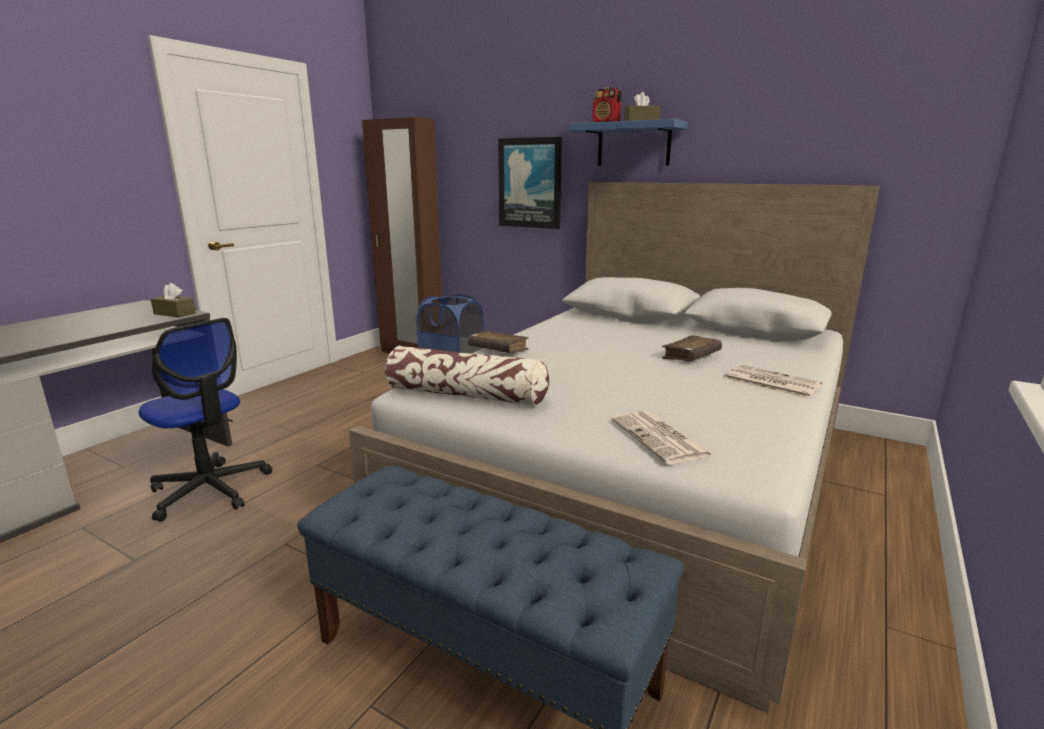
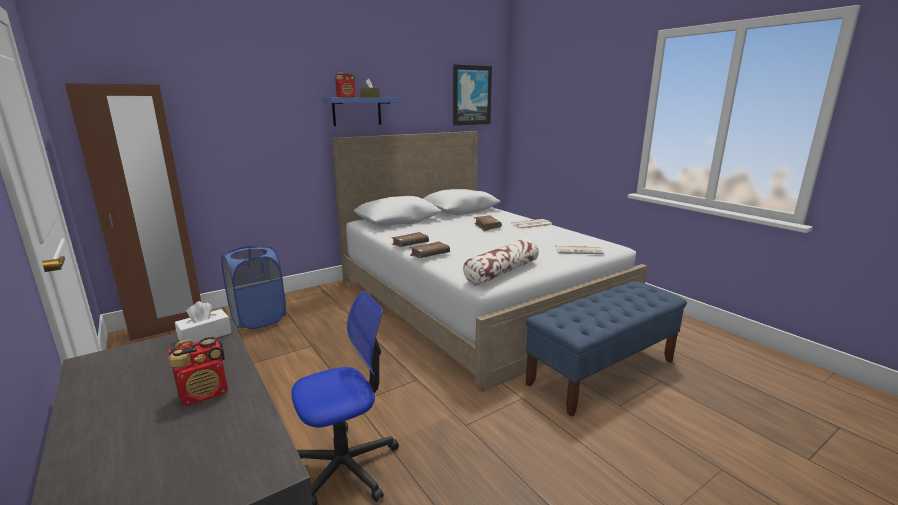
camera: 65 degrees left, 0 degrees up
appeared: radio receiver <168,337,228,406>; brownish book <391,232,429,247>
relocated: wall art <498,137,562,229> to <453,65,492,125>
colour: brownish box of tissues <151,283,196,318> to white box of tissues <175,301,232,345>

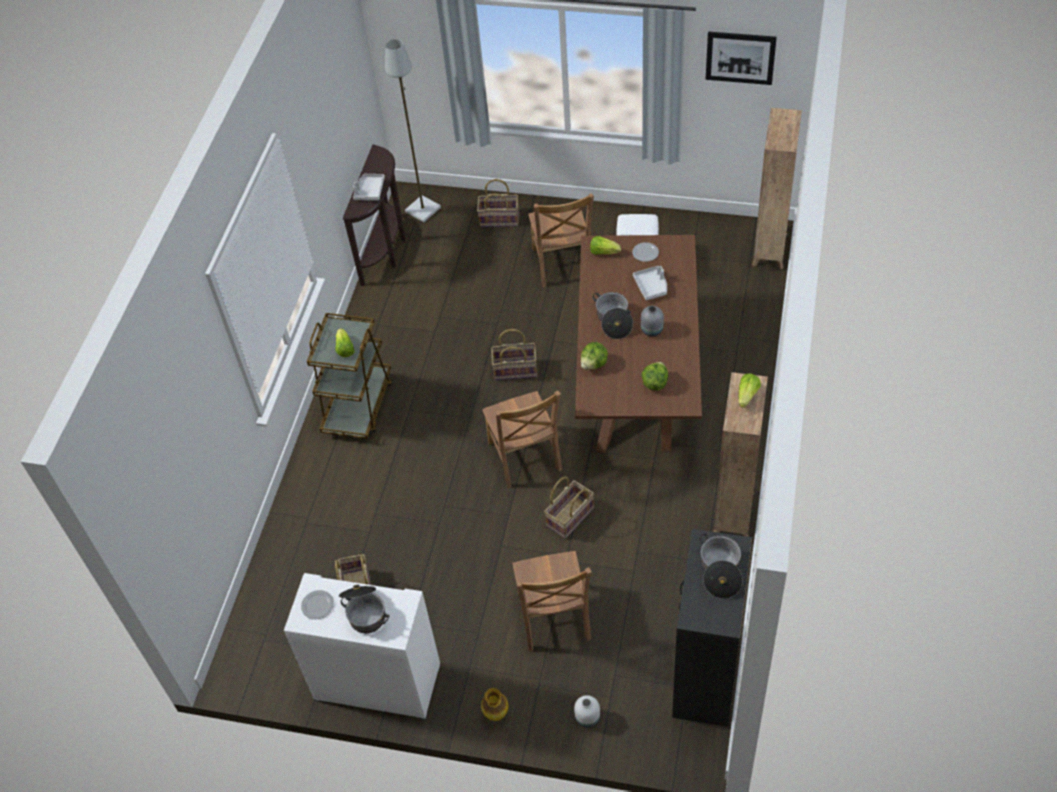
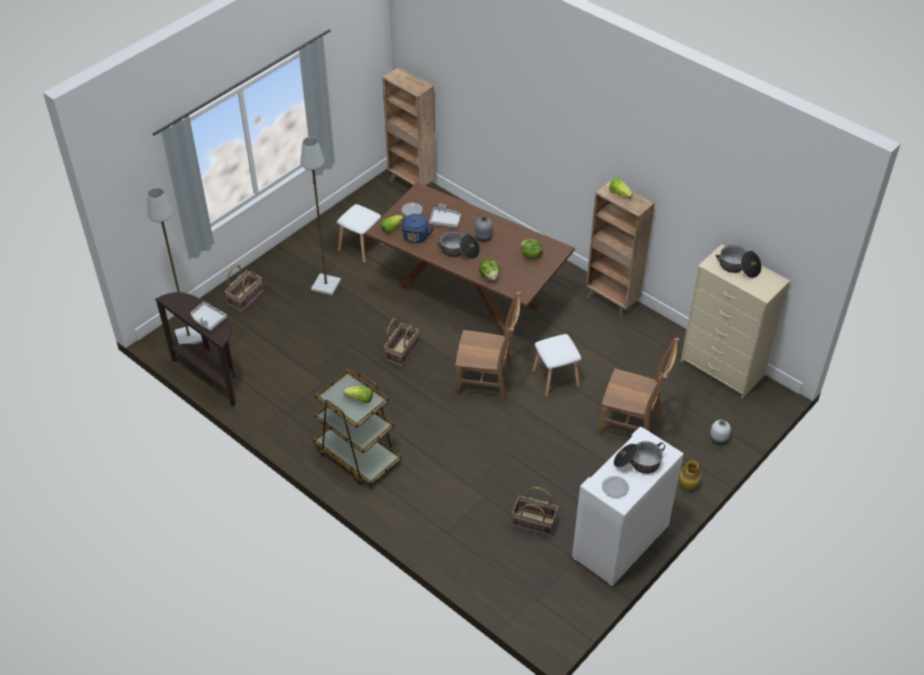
camera: 65 degrees left, 5 degrees down
missing: wall art <706,32,777,85>
appeared: blue-coloured water kettle <400,214,434,243>
exchanged: brownish plain chair <528,193,594,287> to gray floor lamp <300,137,341,295>; basket <544,477,594,539> to white sitting stool <532,334,581,397>
colour: black-coloured chest of drawers <672,529,752,727> to beige-coloured chest of drawers <681,244,790,399>

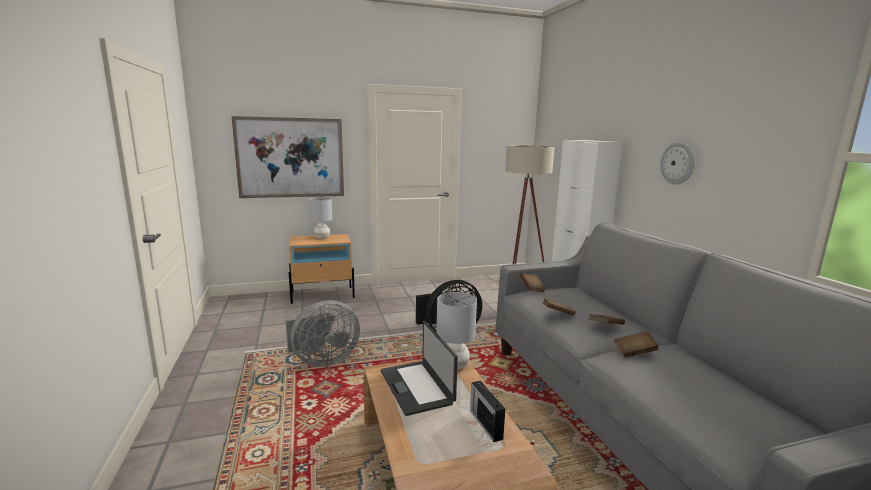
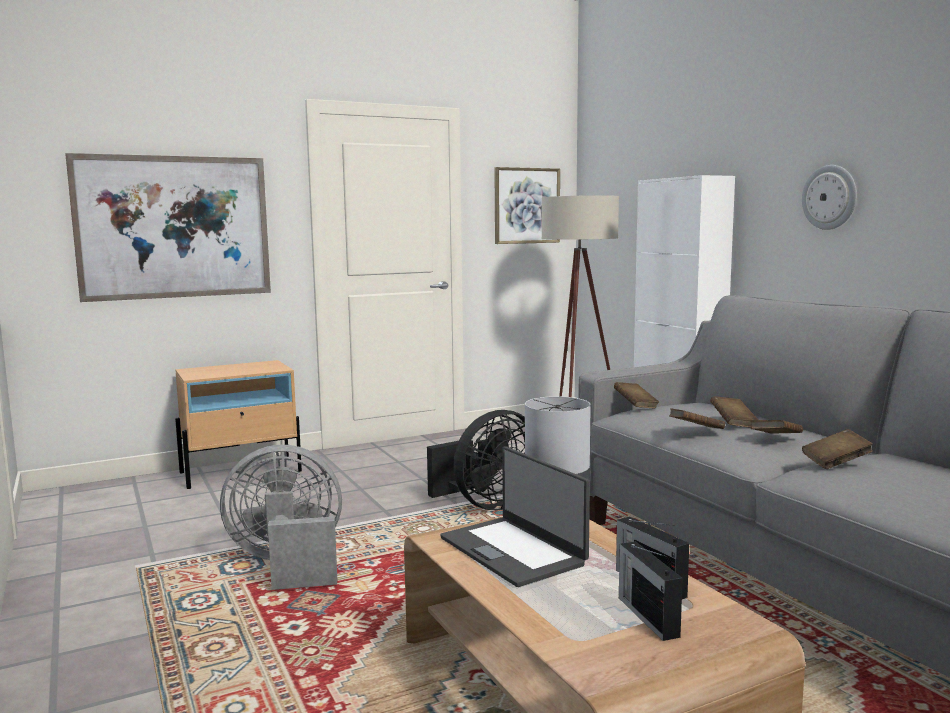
camera: 10 degrees left, 5 degrees down
missing: gray lamp for a table <309,197,332,239>
appeared: wall art <494,167,560,244>; radio receiver <619,541,683,641>; brownish book <710,396,758,428>
spun: gray electric fan <285,300,360,367> = <220,445,342,590> 150 degrees counterclockwise

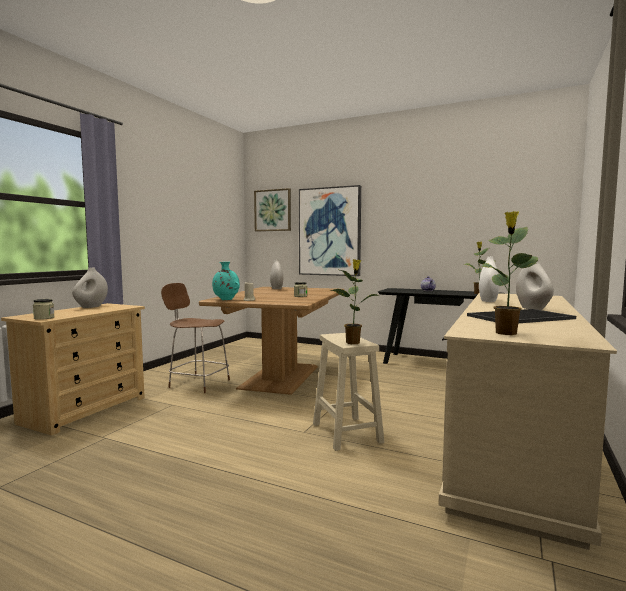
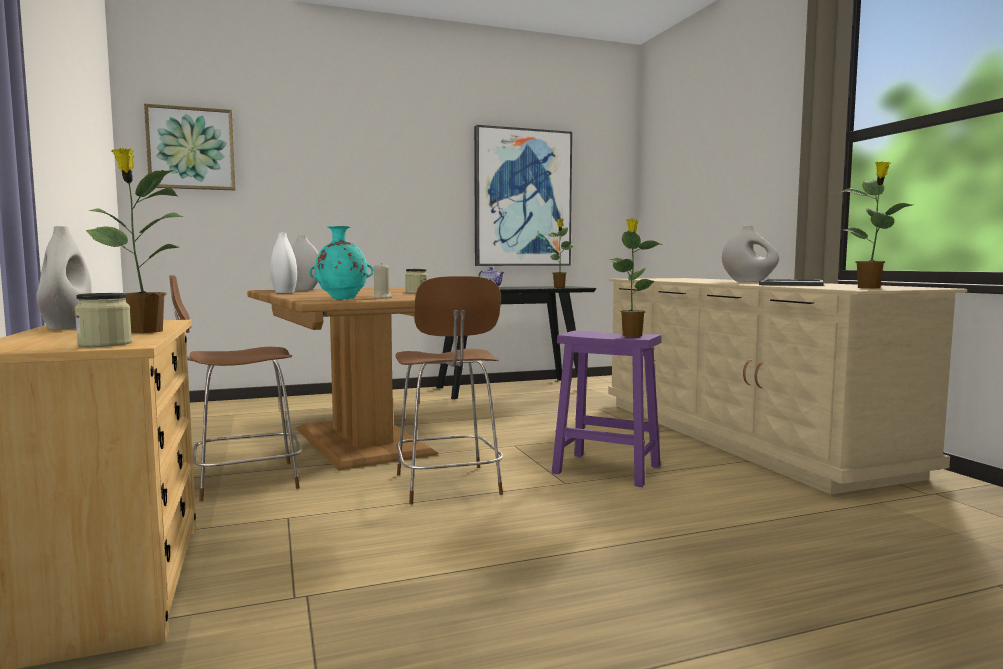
camera: 45 degrees left, 0 degrees up
appeared: potted plant <86,148,183,333>; brownish plain chair <395,276,503,504>
relocated: wall art <299,185,361,276> to <474,125,572,266>; white vase <479,257,499,302> to <270,233,297,293>
colour: beige-coloured sitting stool <313,333,384,451> to purple sitting stool <552,330,662,487>

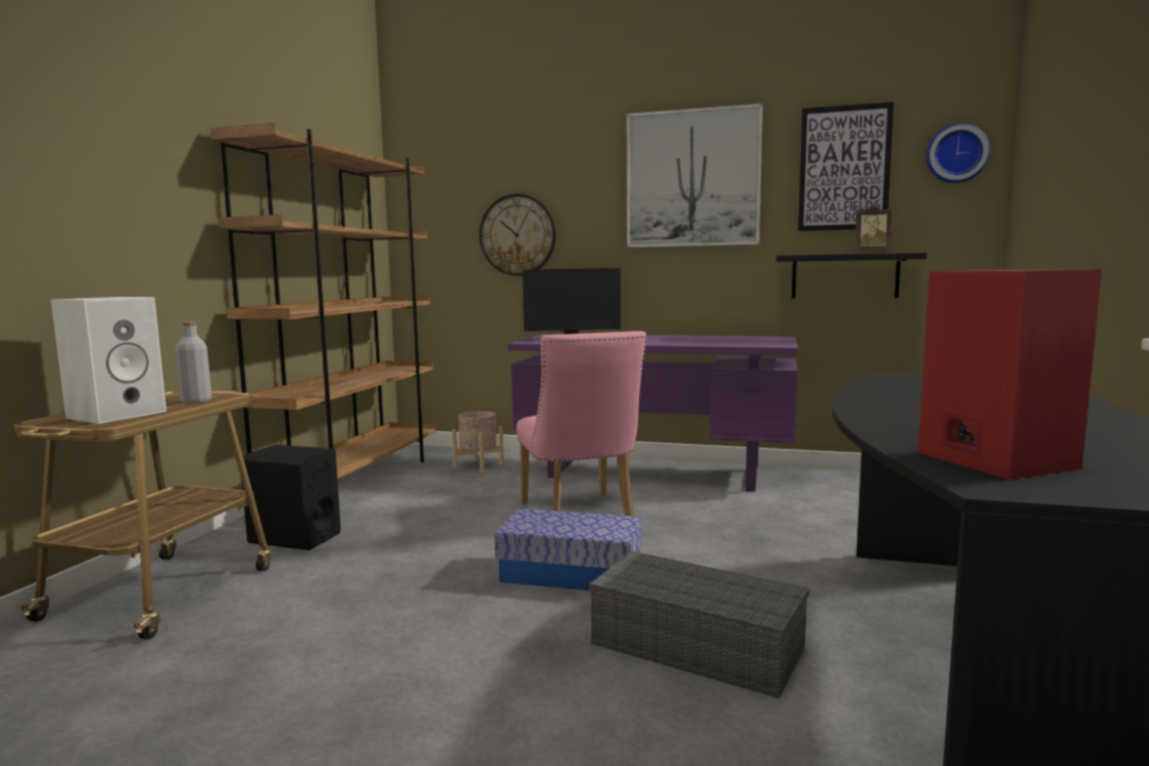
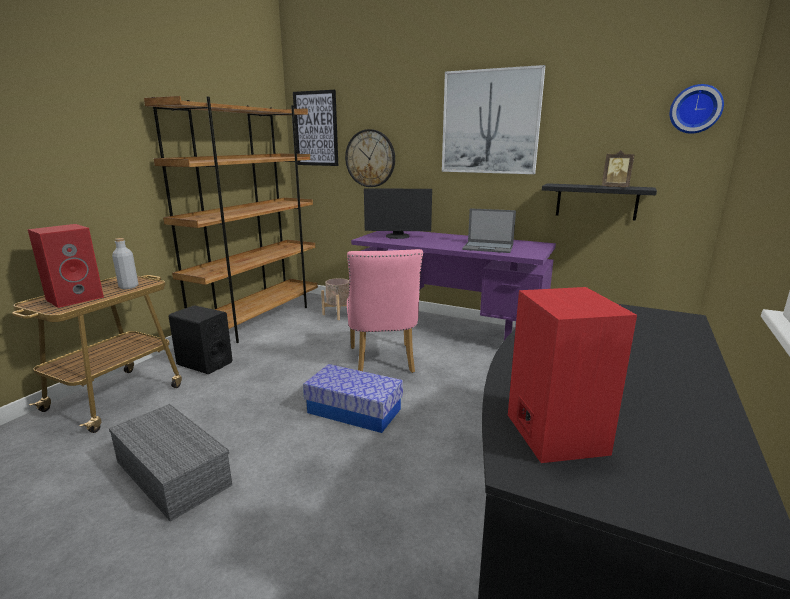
camera: 10 degrees right, 10 degrees up
appeared: notebook computer <462,208,516,253>
relocated: gray storage container <589,551,809,698> to <109,404,232,522>; wall art <798,102,894,231> to <293,90,338,166>
colour: white speaker <51,297,167,424> to reddish speaker <28,224,104,308>

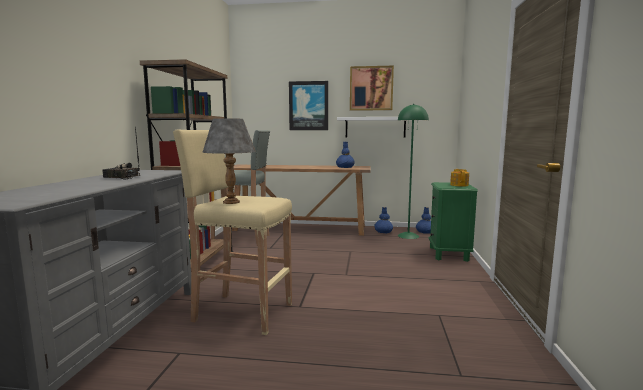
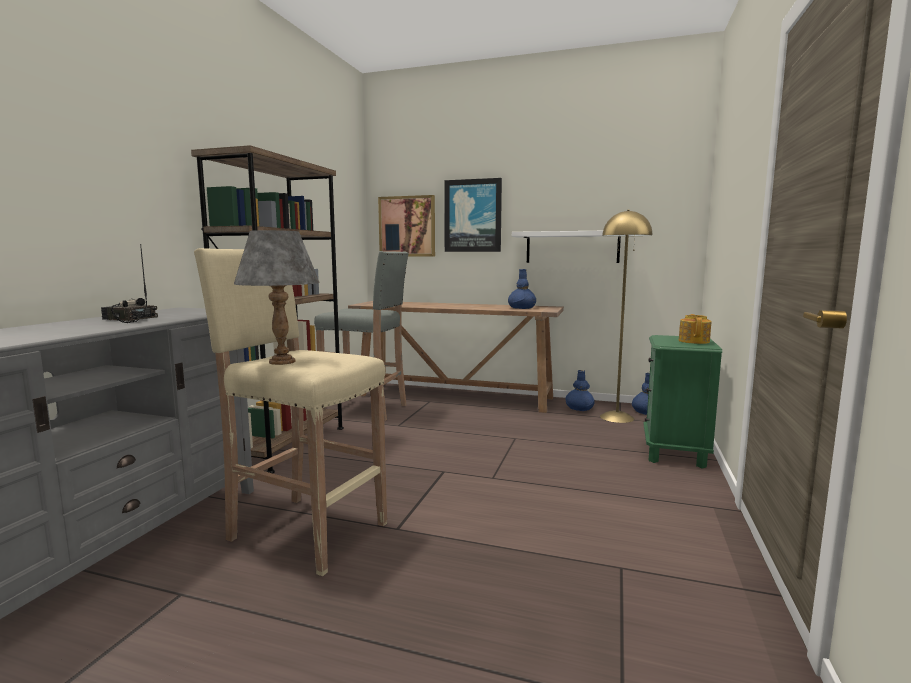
camera: 10 degrees right, 0 degrees up
relocated: wall art <350,66,394,111> to <378,195,435,256>
colour: green floor lamp <398,104,429,239> to yellowish floor lamp <600,210,652,423>

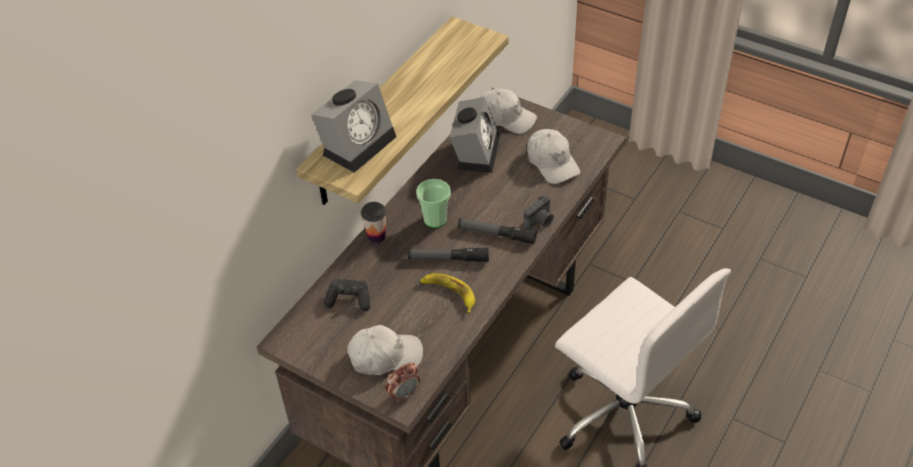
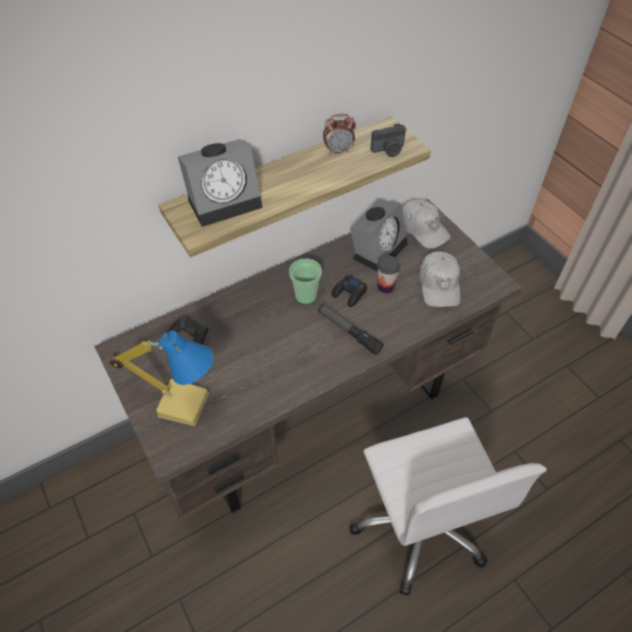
camera: 25 degrees right, 5 degrees up
missing: flashlight <408,248,489,262>; banana fruit <420,273,475,313>
appeared: black-coloured game controller <332,275,367,307>
relocated: drinking cup <361,202,386,243> to <377,256,401,294>; alarm clock <385,362,420,403> to <323,114,356,155>; still camera <524,195,554,229> to <370,124,406,157>
exchanged: white peaked cap <347,325,423,375> to lamp for a table <109,331,214,426>

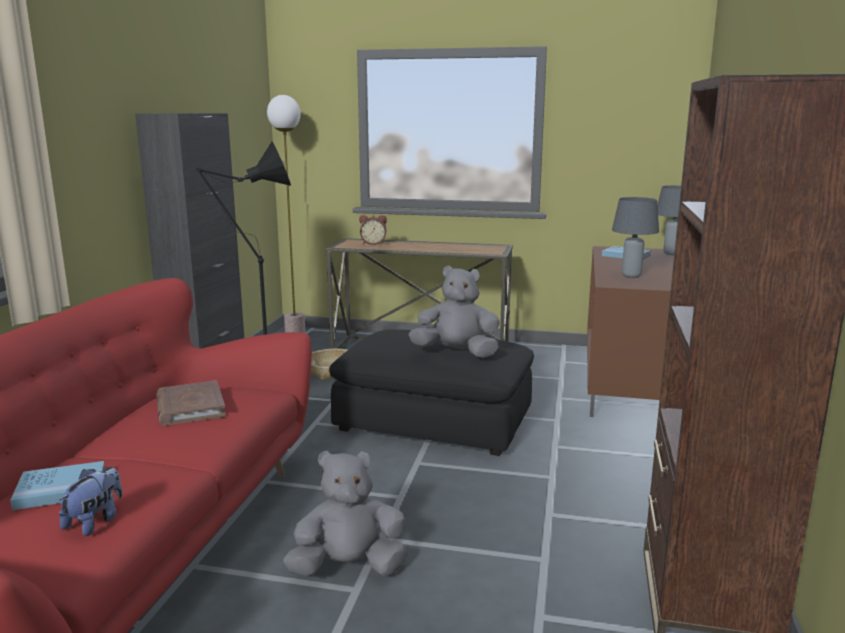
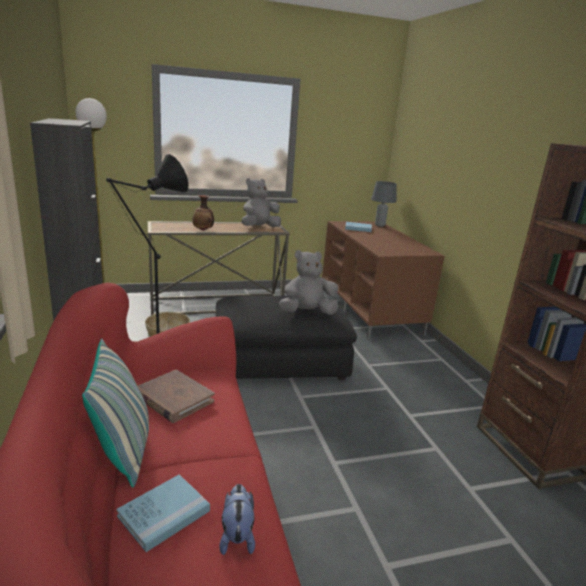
camera: 30 degrees left, 5 degrees up
missing: alarm clock <359,215,387,245>; gray lamp for a table <612,197,659,278>
appeared: throw pillow <82,339,149,488>; vase <193,195,214,231>
relocated: gray cuddly toy <284,451,408,576> to <242,178,281,227>

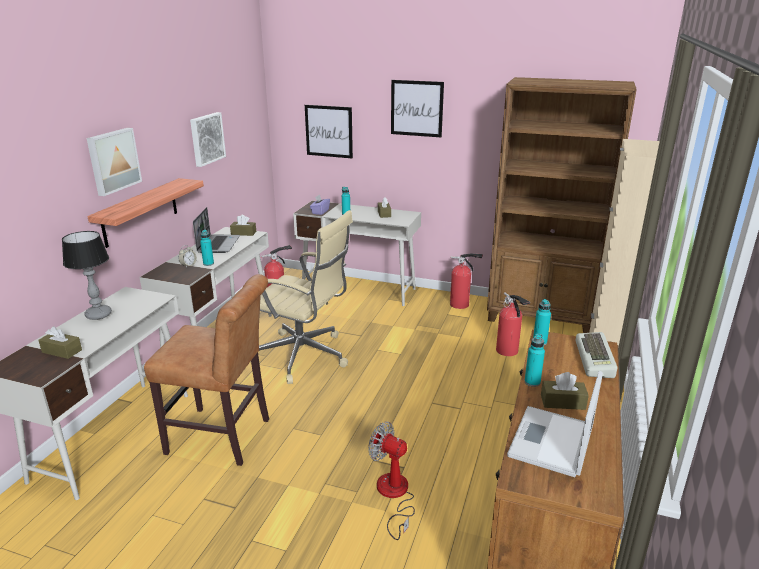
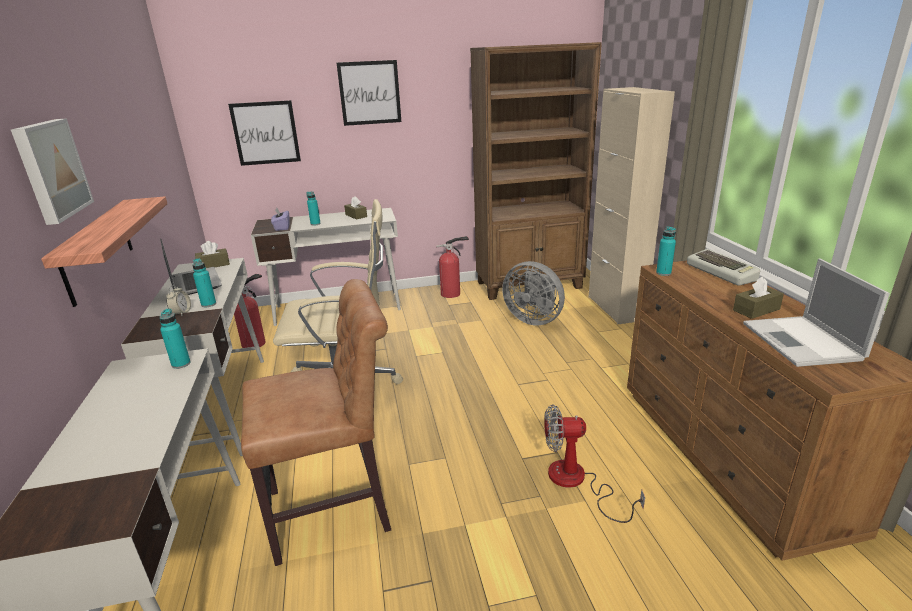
camera: 30 degrees left, 0 degrees up
missing: brownish box of tissues <38,326,82,359>; lamp for a table <62,231,112,320>; wall art <190,112,226,167>
relocated: turquoise-coloured drink bottle <525,334,545,387> to <159,309,191,369>
exchanged: extinguisher <496,292,530,356> to gray electric fan <502,261,565,325>

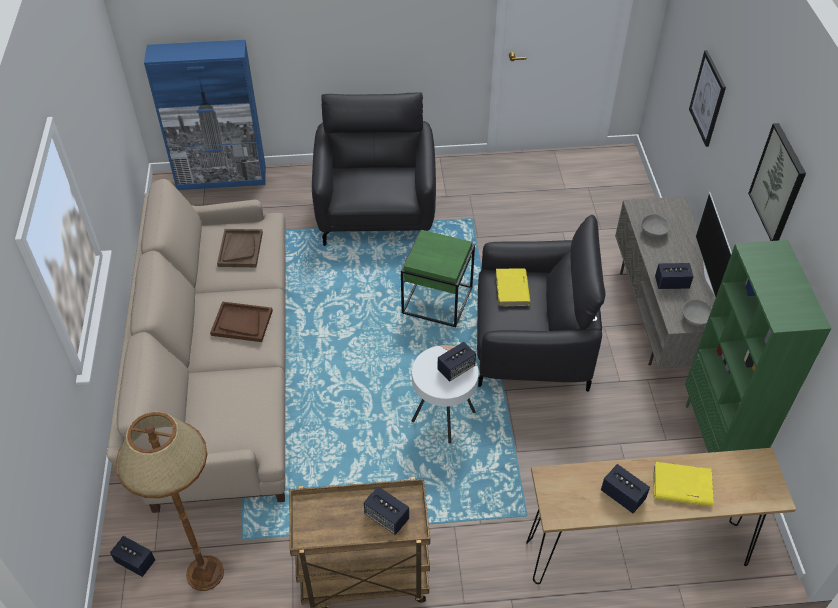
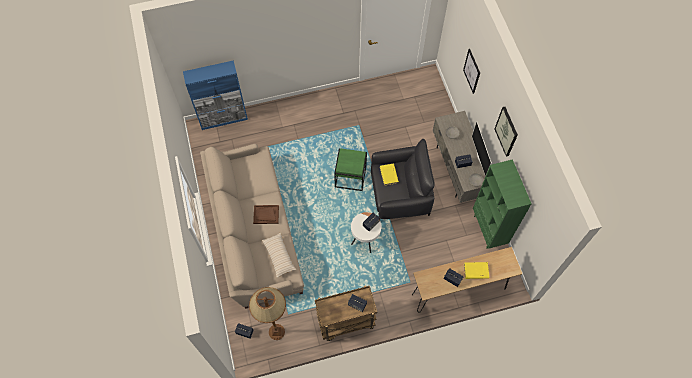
camera: 10 degrees left, 15 degrees up
missing: brownish carrying tray <217,229,263,267>; black-coloured armchair <312,92,436,246>
appeared: beige-coloured throw pillow <262,232,297,278>

